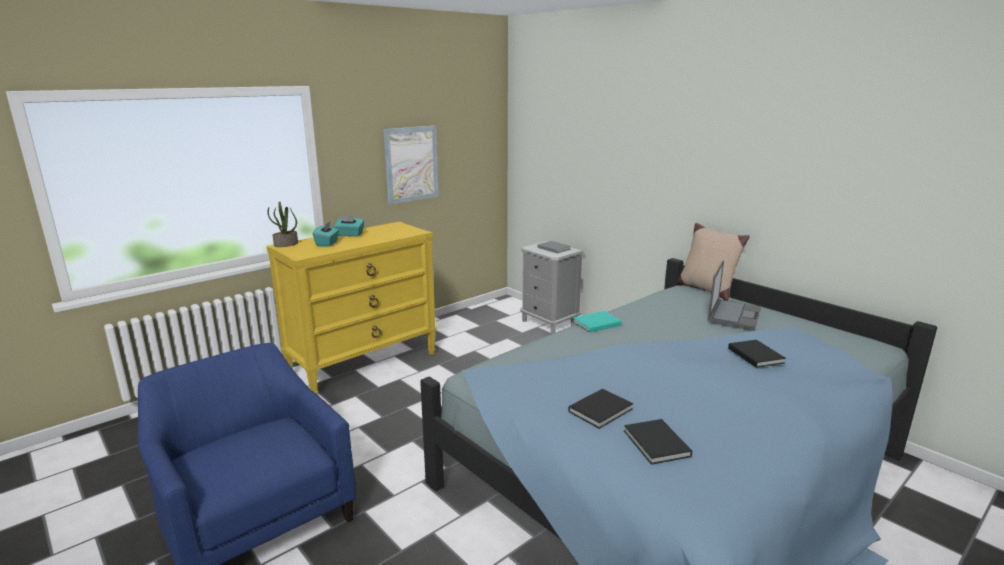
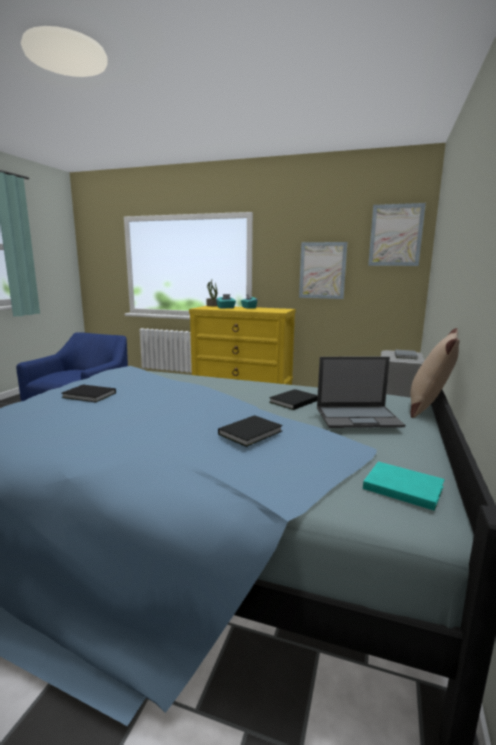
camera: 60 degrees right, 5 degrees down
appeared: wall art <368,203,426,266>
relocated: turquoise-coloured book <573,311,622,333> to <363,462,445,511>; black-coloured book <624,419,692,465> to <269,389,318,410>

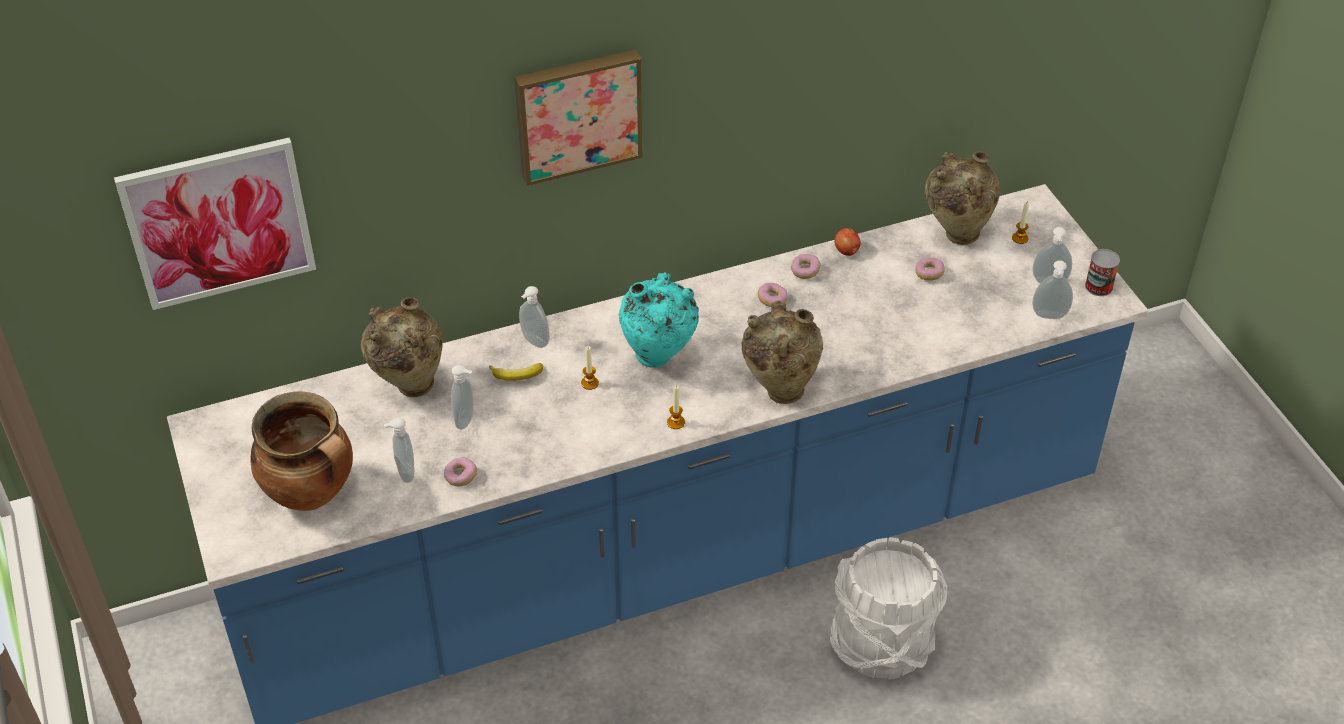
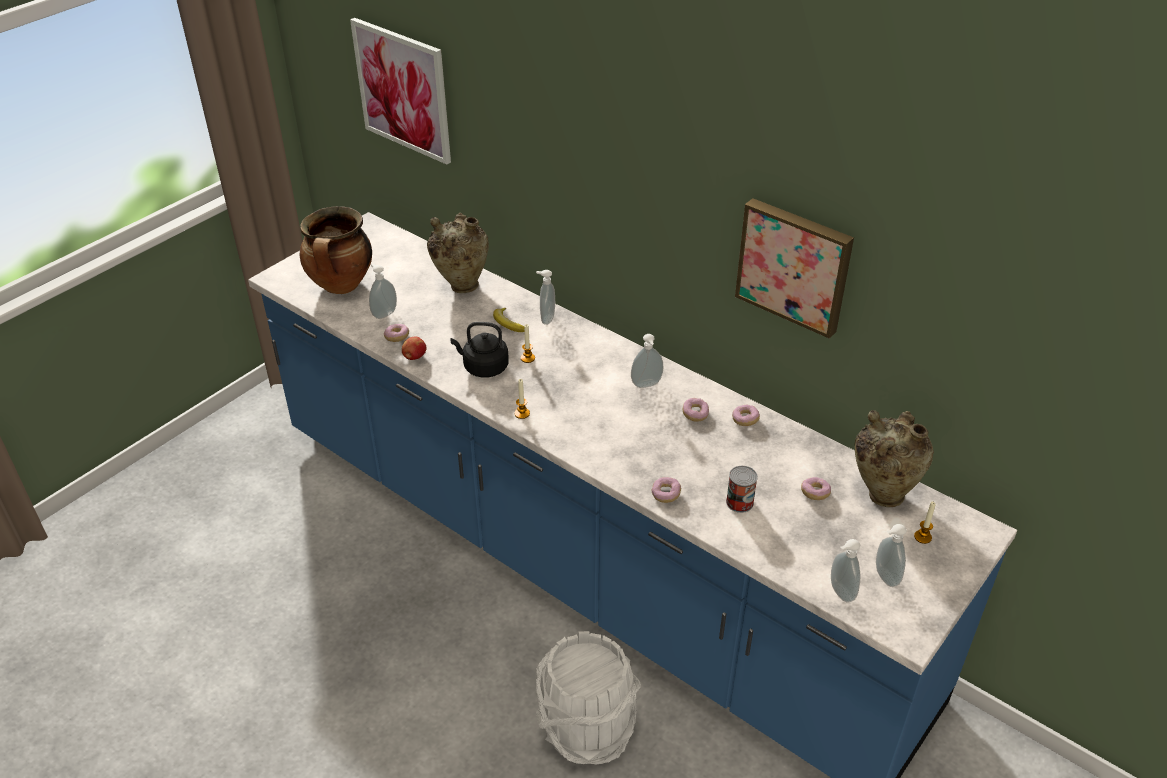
camera: 60 degrees right, 5 degrees down
missing: turquoise-coloured vase <619,272,699,368>; beige-coloured vase <741,300,823,404>
appeared: black-coloured water kettle <450,322,509,378>; doughnut <652,477,681,503>
relocated: soap dispenser <451,365,474,429> to <631,334,663,388>; wall art <514,49,643,186> to <735,198,854,339>; apple fruit <834,228,861,256> to <402,337,427,360>; can <1085,249,1120,296> to <726,466,758,513>

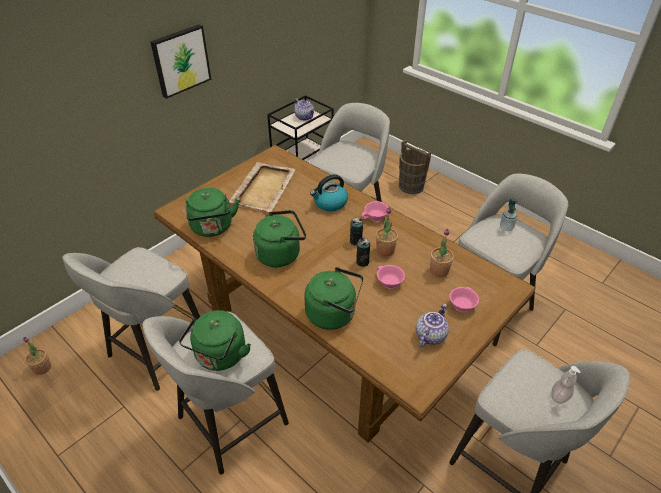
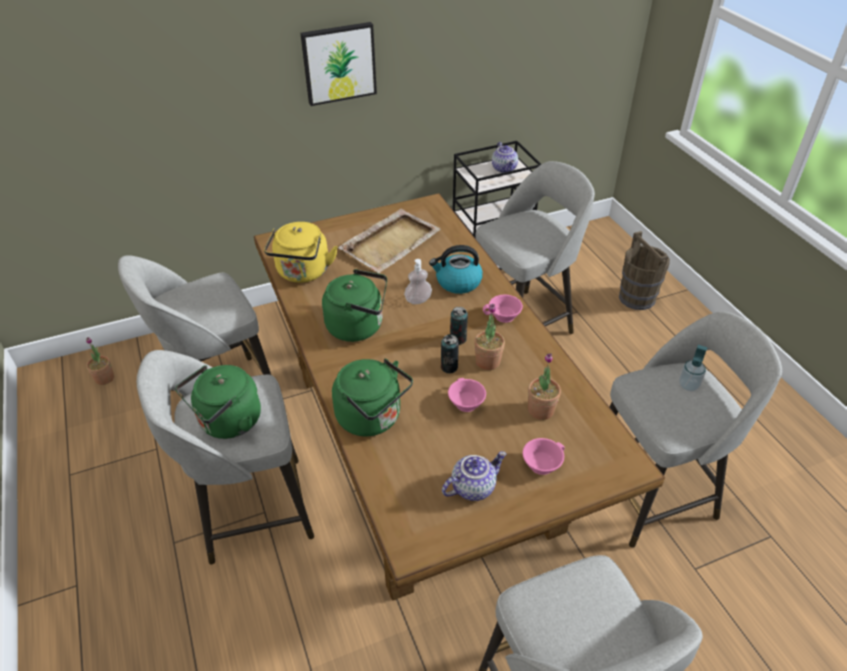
camera: 25 degrees right, 0 degrees up
relocated: soap dispenser <551,366,580,404> to <404,259,432,304>
colour: green water kettle <186,188,239,237> to yellowish water kettle <264,222,338,283>

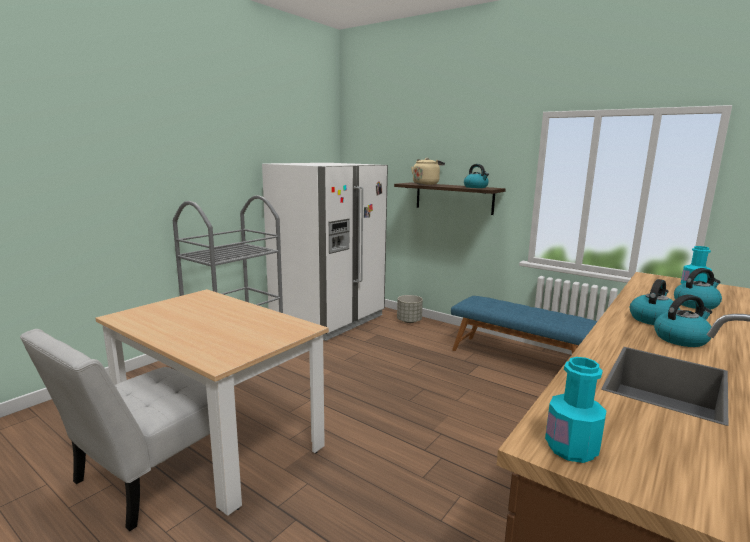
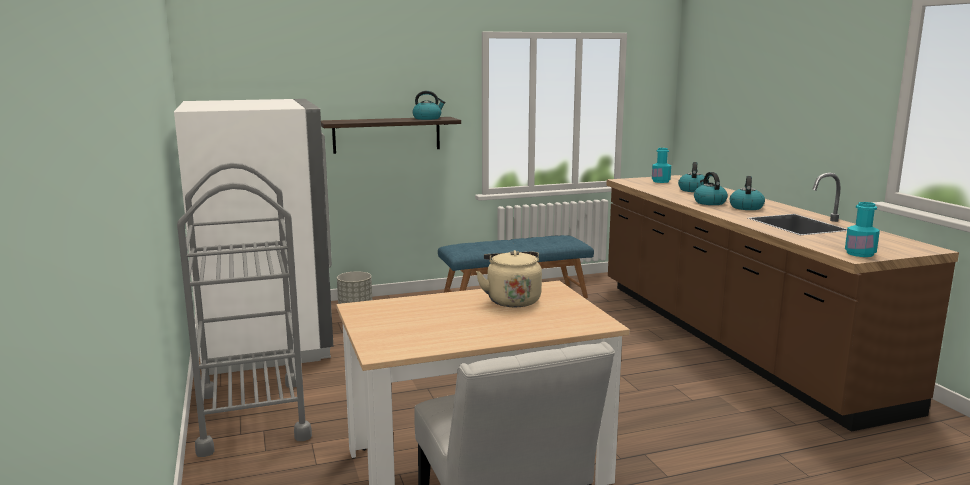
camera: 55 degrees left, 0 degrees up
relocated: beige-coloured water kettle <411,158,445,185> to <476,250,542,307>

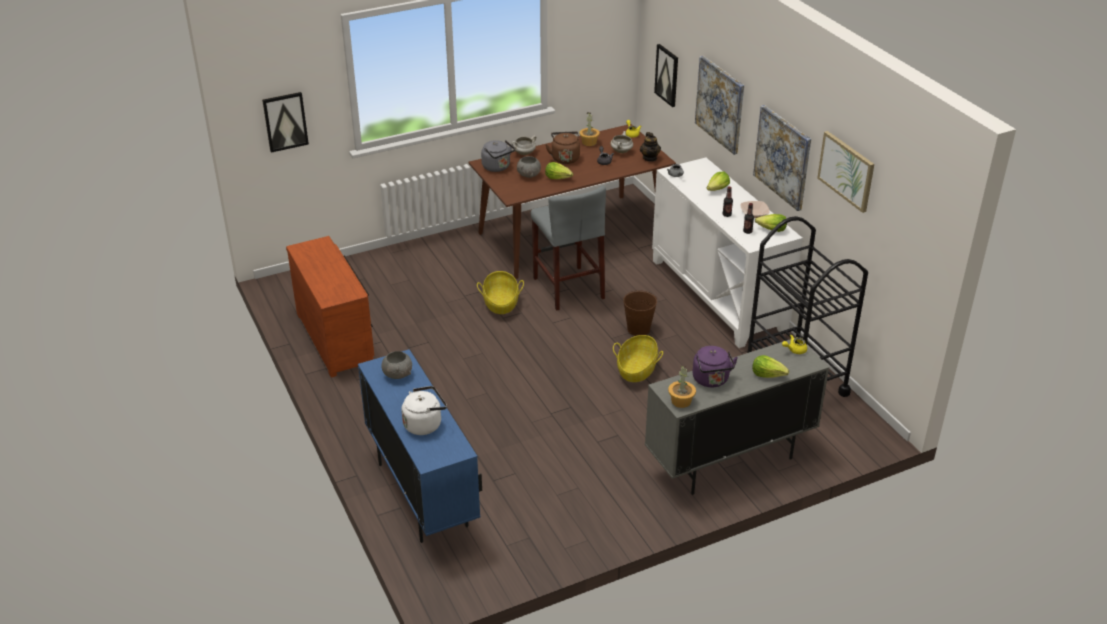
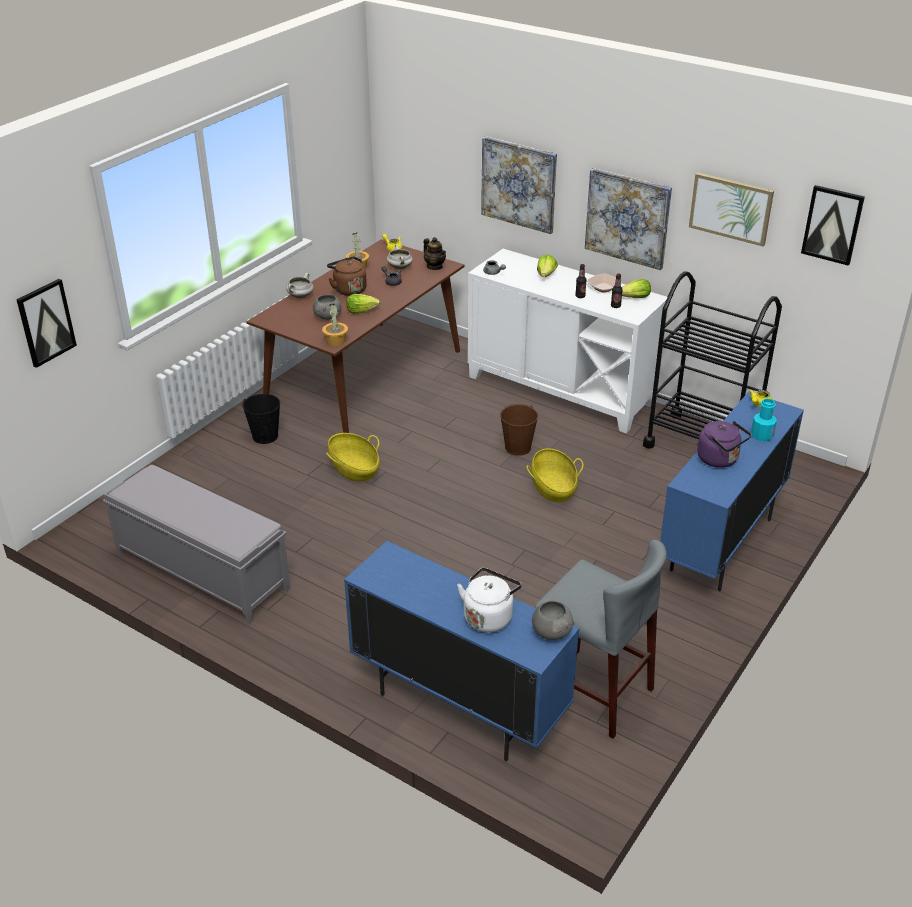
camera: 30 degrees left, 0 degrees up
missing: gray water kettle <481,140,515,172>
appeared: black-coloured water bucket <242,394,280,444>
relocated: gray serving bowl <382,351,412,379> to <532,601,575,640>; gray sitting stool <531,186,606,311> to <535,540,667,739>; wall art <654,44,678,107> to <801,185,865,266>; potted plant <668,366,696,408> to <322,304,348,346>
exchanged: brownish chest of drawers <286,236,374,378> to gray long seat <103,465,291,625>; head of lettuce <752,355,789,378> to turquoise-coloured drink bottle <751,398,777,441>
colour: gray cupboard <645,337,829,495> to blue-coloured cupboard <660,392,804,591>

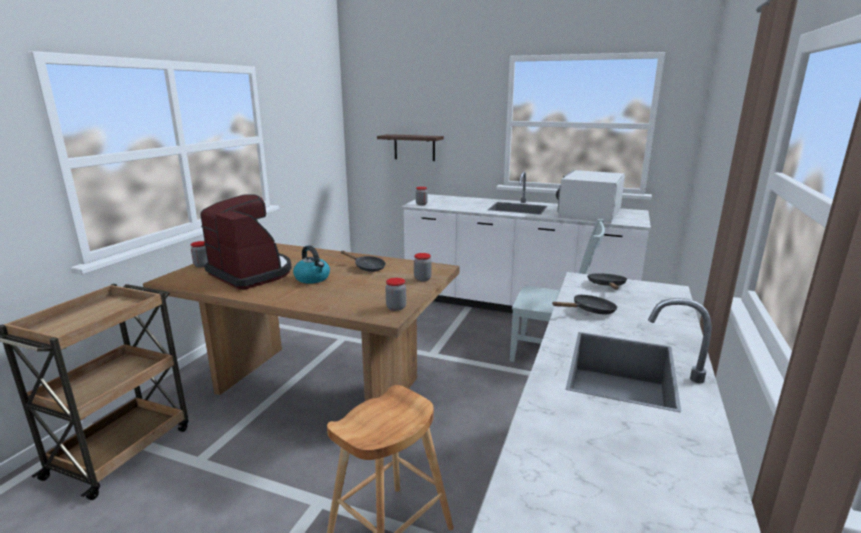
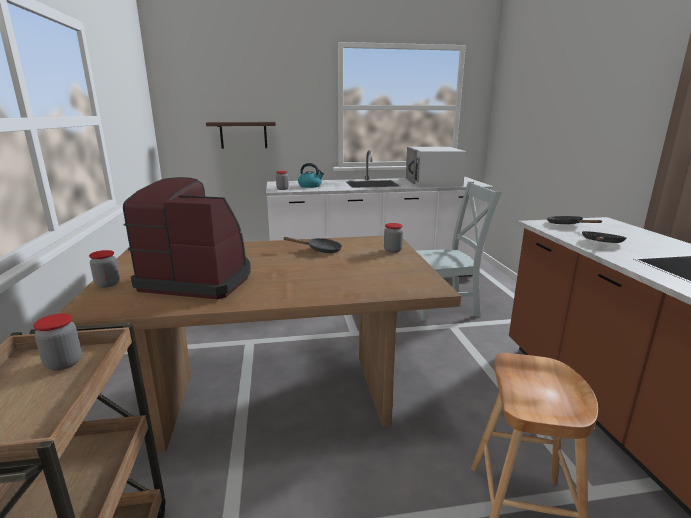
camera: 30 degrees left, 0 degrees up
relocated: water kettle <293,245,330,284> to <298,163,324,188>; storage jar <385,278,406,311> to <33,313,82,371>

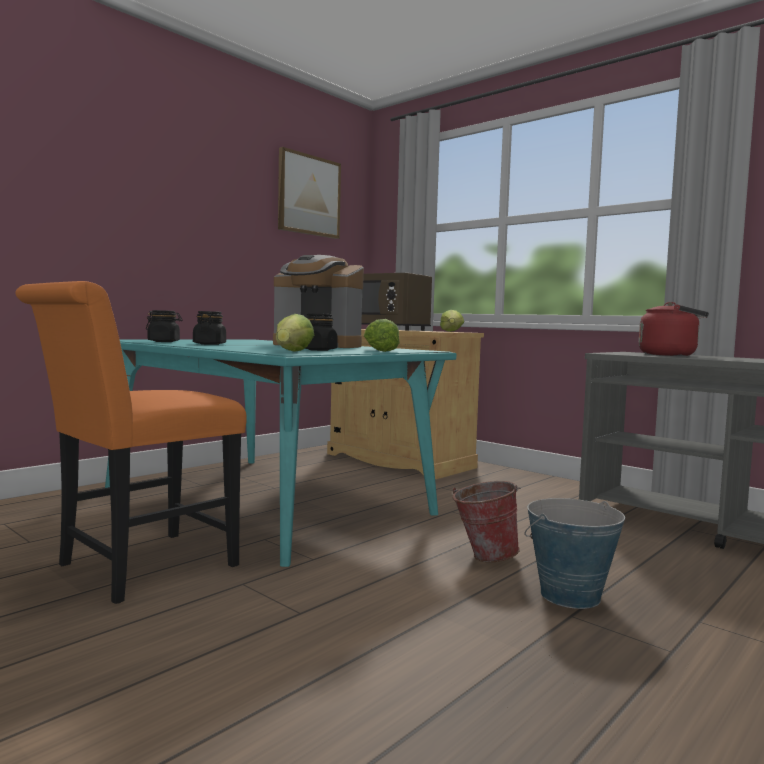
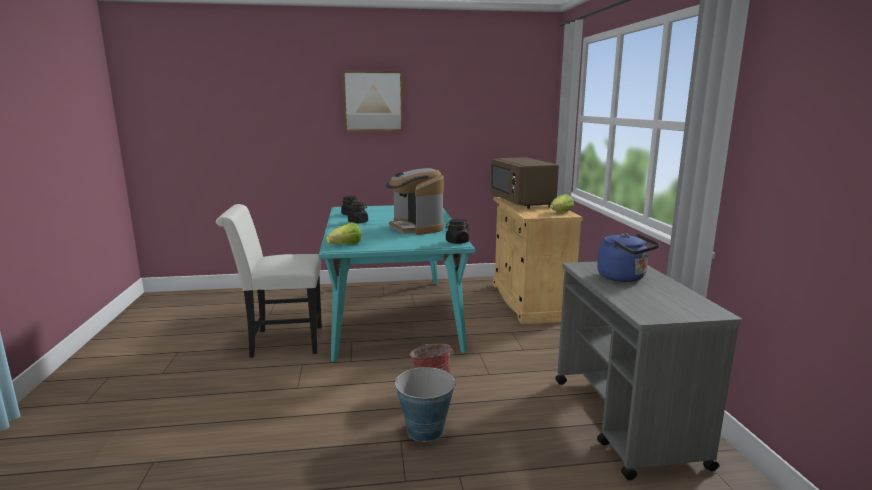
camera: 40 degrees right, 10 degrees up
missing: head of lettuce <364,319,400,352>
relocated: wall art <278,147,341,239> to <342,70,403,132>; black-coloured storage jar <305,313,338,351> to <445,219,469,244>
colour: orange-coloured plain chair <15,281,247,604> to white plain chair <216,204,322,358>; reddish water kettle <639,302,709,356> to blue-coloured water kettle <597,233,659,282>

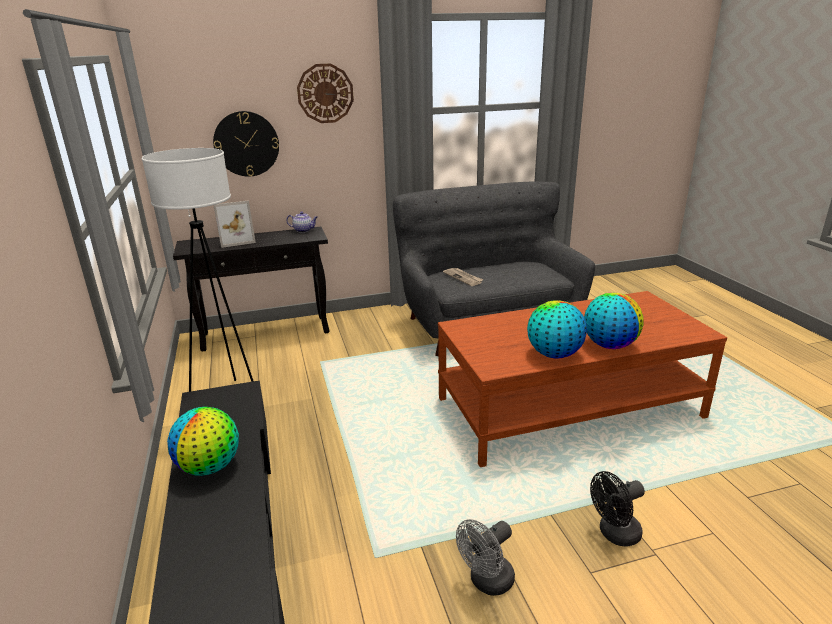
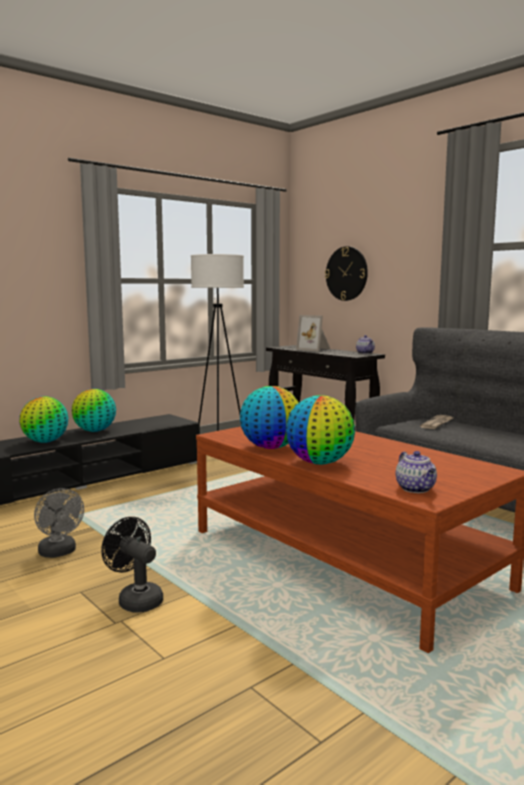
camera: 65 degrees right, 15 degrees down
missing: clock on the wall <297,63,354,123>
appeared: globe <19,396,68,443>; tea pot <395,451,437,493>
spun: gray electric fan <456,519,515,596> = <34,488,84,558> 150 degrees counterclockwise

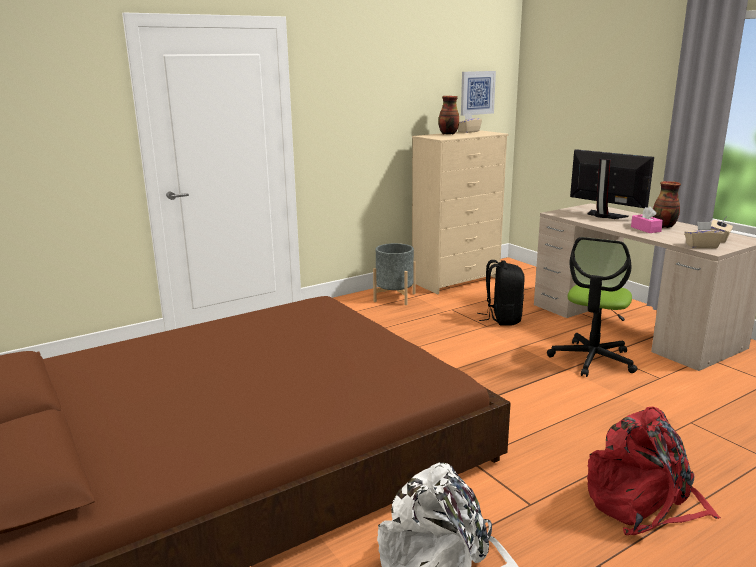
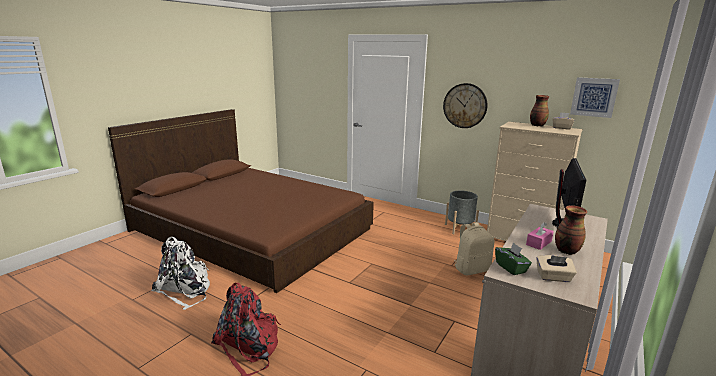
camera: 65 degrees right, 0 degrees up
missing: computer chair <547,237,638,377>
appeared: clock on the wall <443,83,487,128>
colour: black-coloured backpack <477,260,525,326> to beige-coloured backpack <454,222,494,275>; beige-coloured box of tissues <684,222,724,248> to green box of tissues <495,243,532,275>

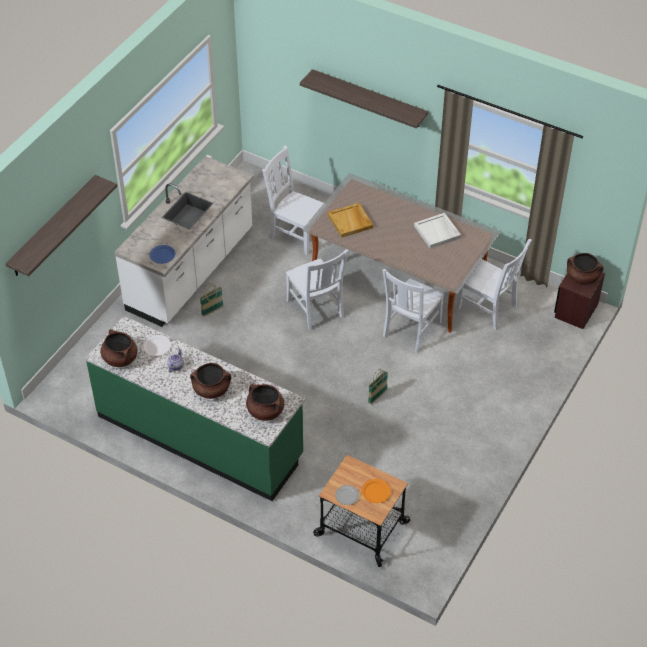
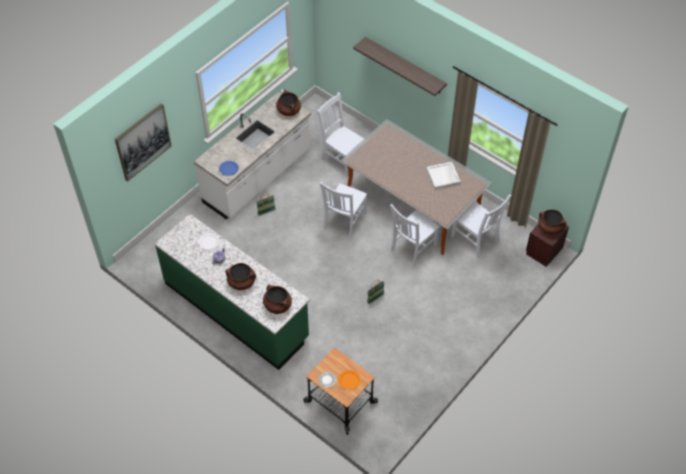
camera: 10 degrees right, 5 degrees up
missing: beige-coloured carrying tray <328,203,373,238>
relocated: brownish saucepot <100,329,137,367> to <276,90,301,116>
exchanged: shelf <5,175,117,277> to wall art <115,103,172,182>
spun: white plain chair <286,249,349,331> = <320,182,367,239> 45 degrees clockwise

